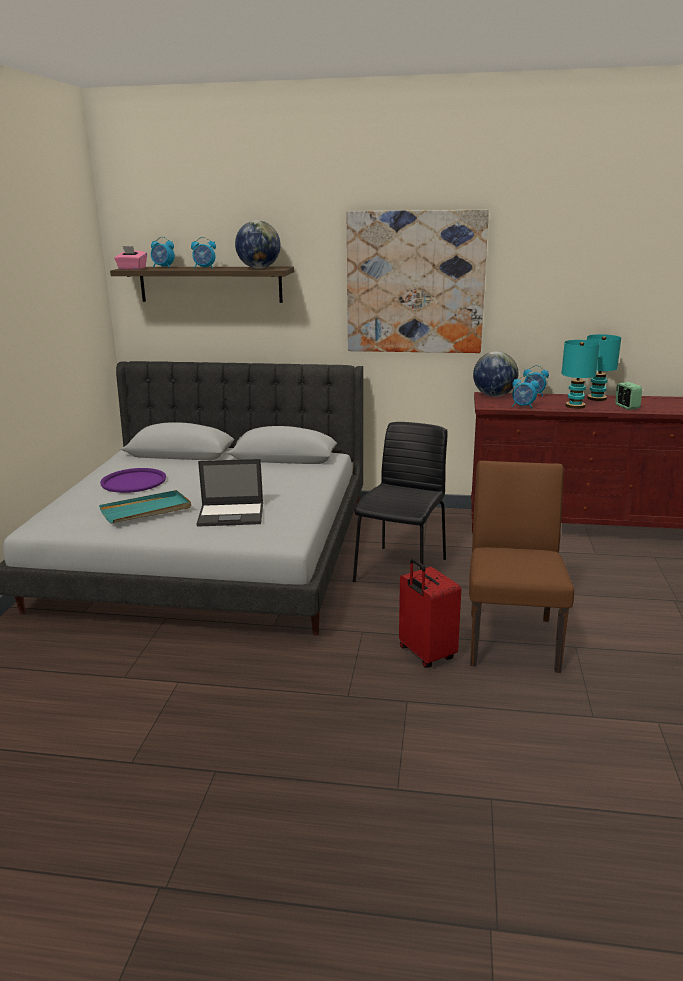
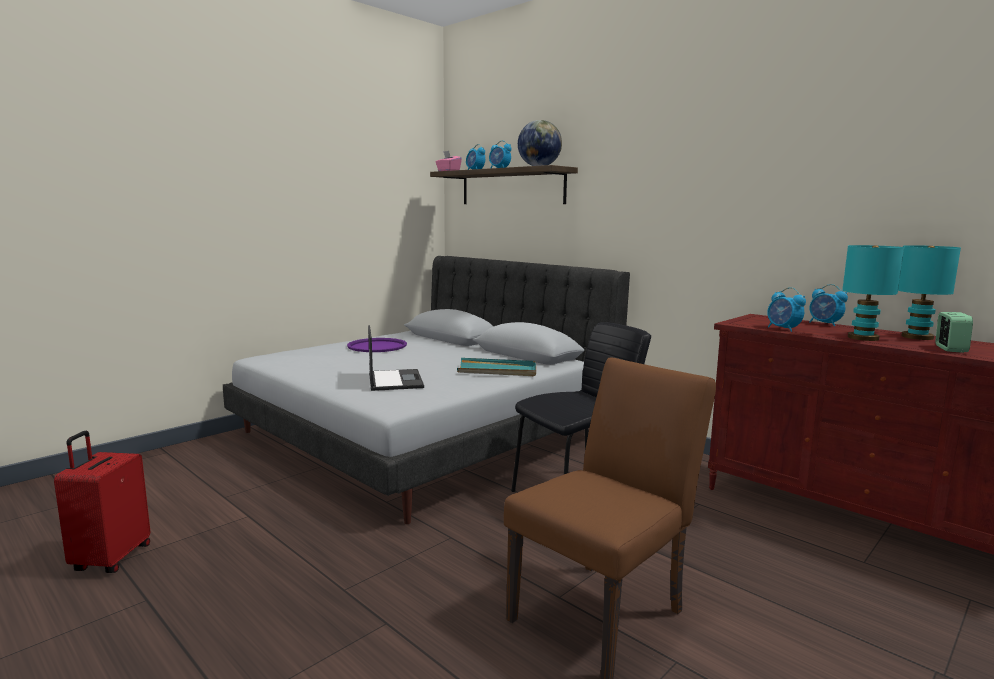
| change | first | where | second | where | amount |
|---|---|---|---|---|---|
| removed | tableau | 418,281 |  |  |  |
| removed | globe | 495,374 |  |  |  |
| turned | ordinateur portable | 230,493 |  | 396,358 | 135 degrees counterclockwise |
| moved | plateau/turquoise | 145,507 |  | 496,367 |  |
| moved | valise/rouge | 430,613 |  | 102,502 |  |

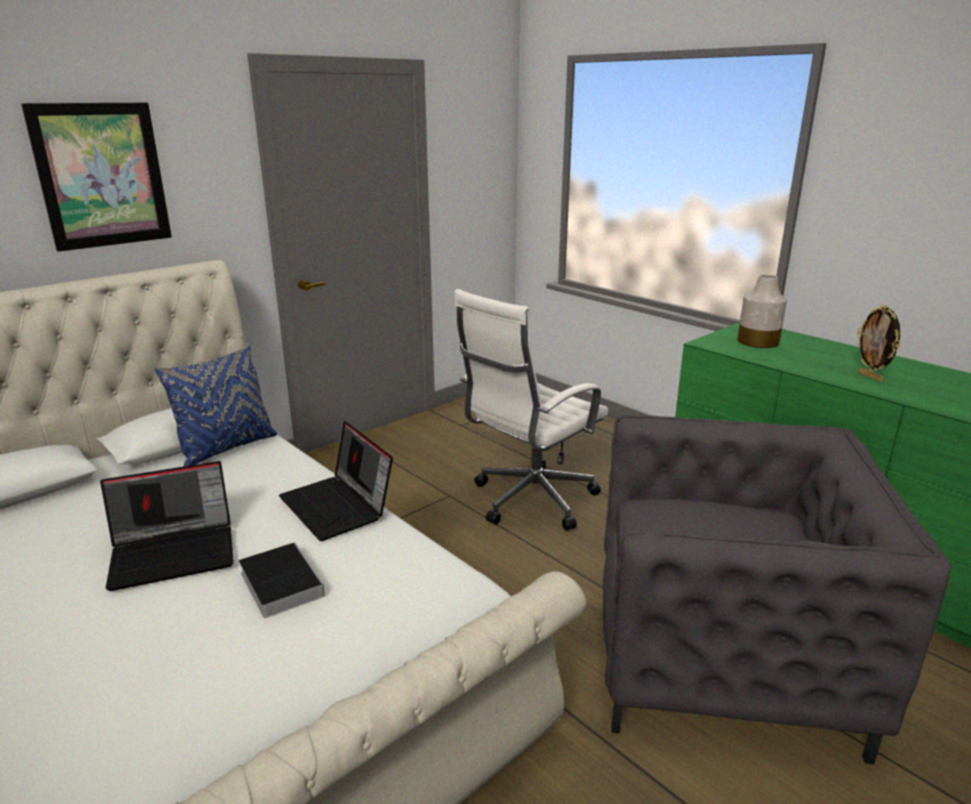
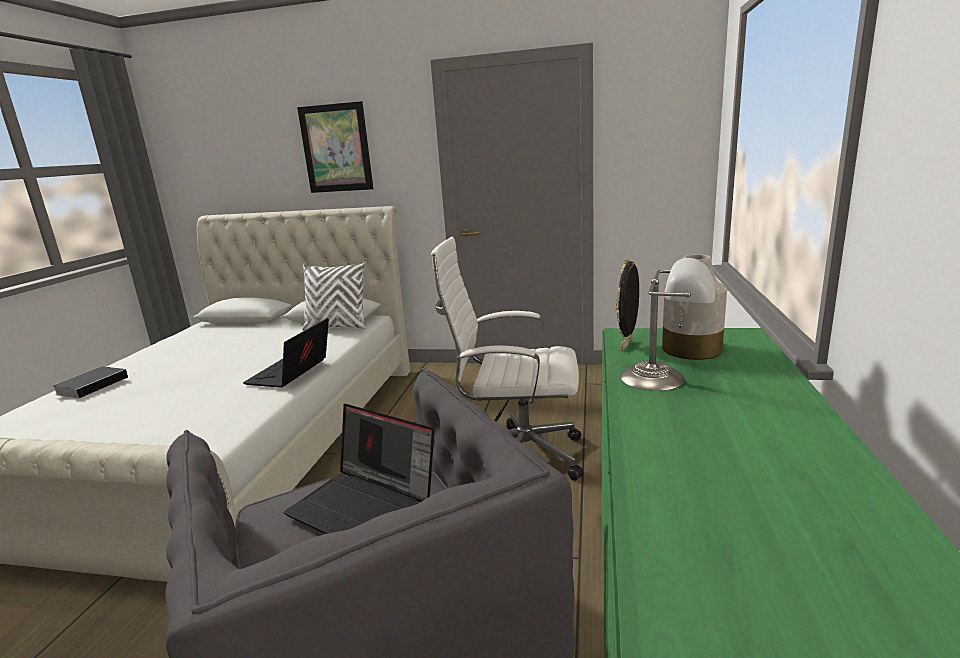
| change | first | where | second | where | amount |
|---|---|---|---|---|---|
| moved | cadre photo | 878,343 |  | 627,304 |  |
| recoloured | coussin/bleu | 216,406 | coussin/blanc | 334,297 |  |
| moved | ordinateur portable | 167,526 |  | 358,469 |  |
| moved | livre | 282,580 |  | 94,382 |  |
| added |  |  | lampe de table/blanc | 667,324 |  |

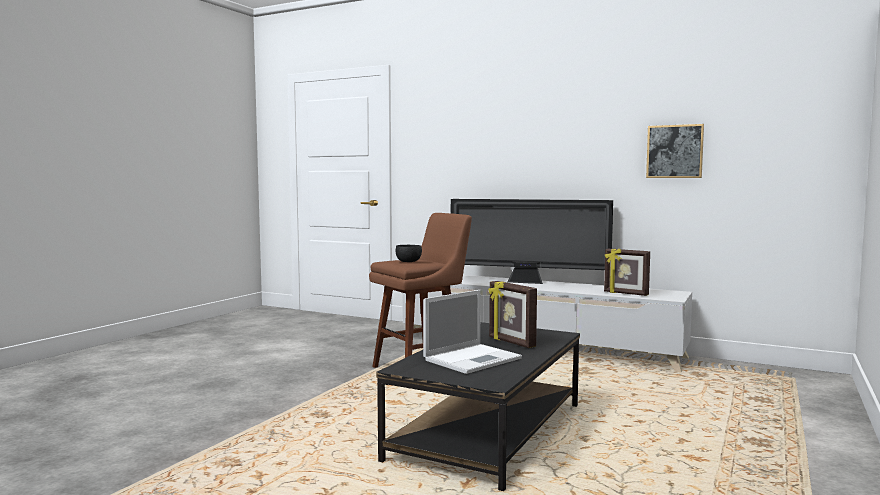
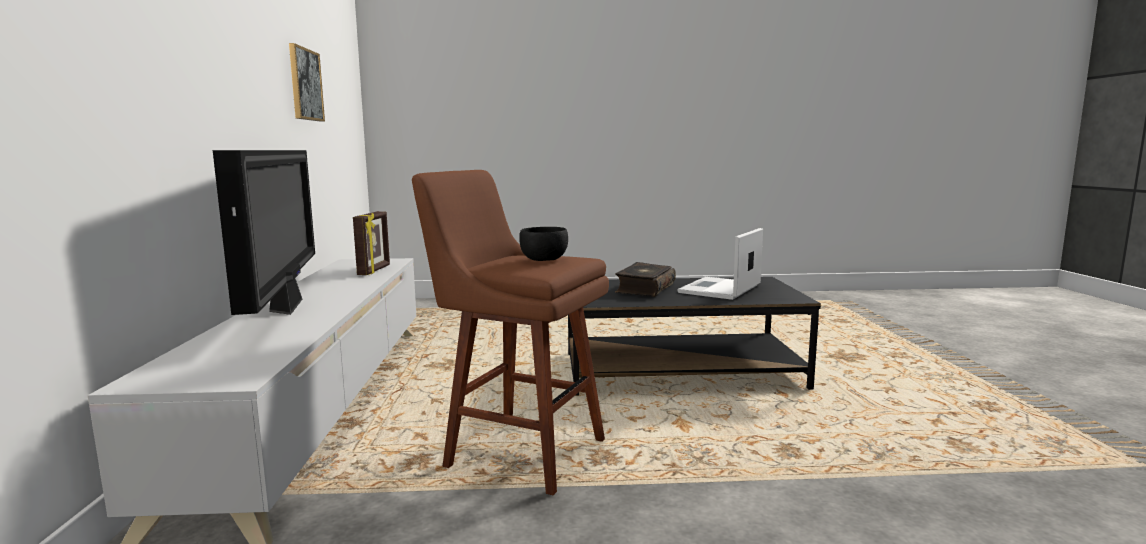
| change | first | where | second | where | amount |
|---|---|---|---|---|---|
| replaced | cadre photo | 512,314 | livre | 645,279 |  |
| turned | ordinateur portable | 472,332 |  | 720,264 | 75 degrees counterclockwise |

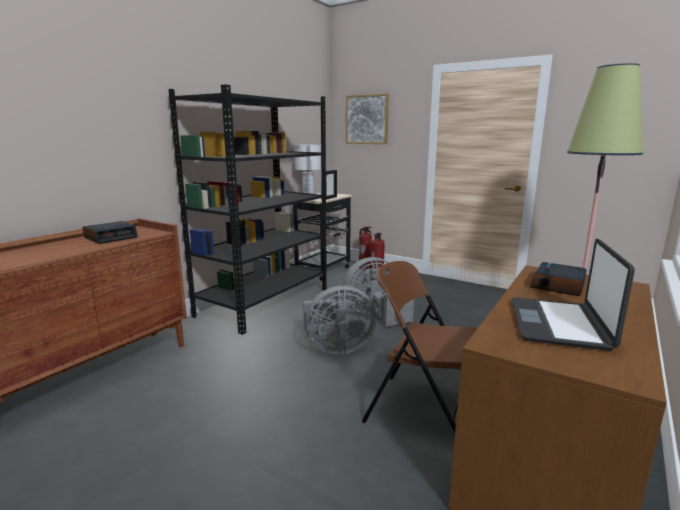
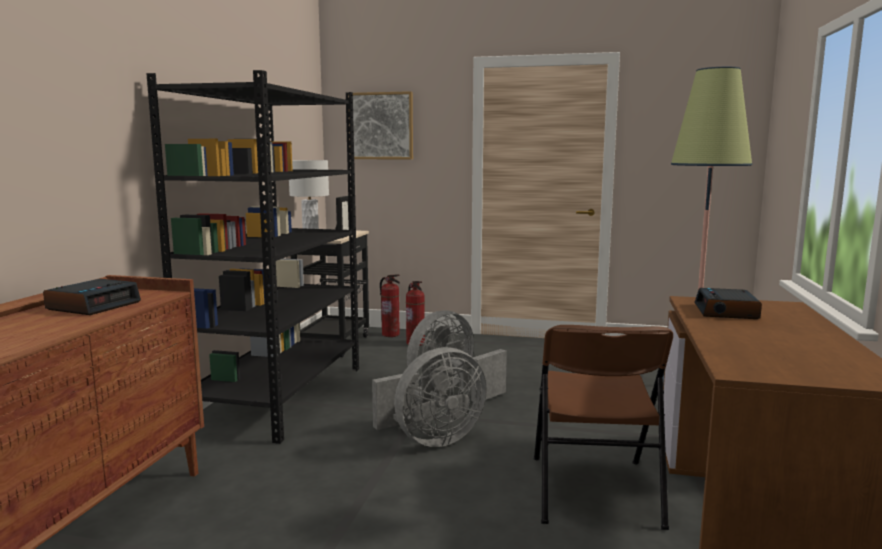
| change | first | where | second | where | amount |
|---|---|---|---|---|---|
| removed | ordinateur portable | 573,295 |  |  |  |
| turned | chaise/marron | 419,346 |  | 603,427 | 90 degrees counterclockwise |

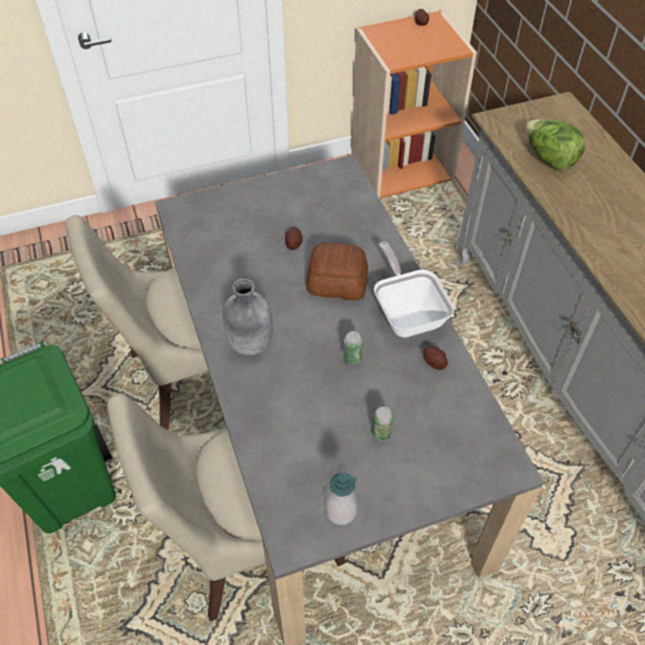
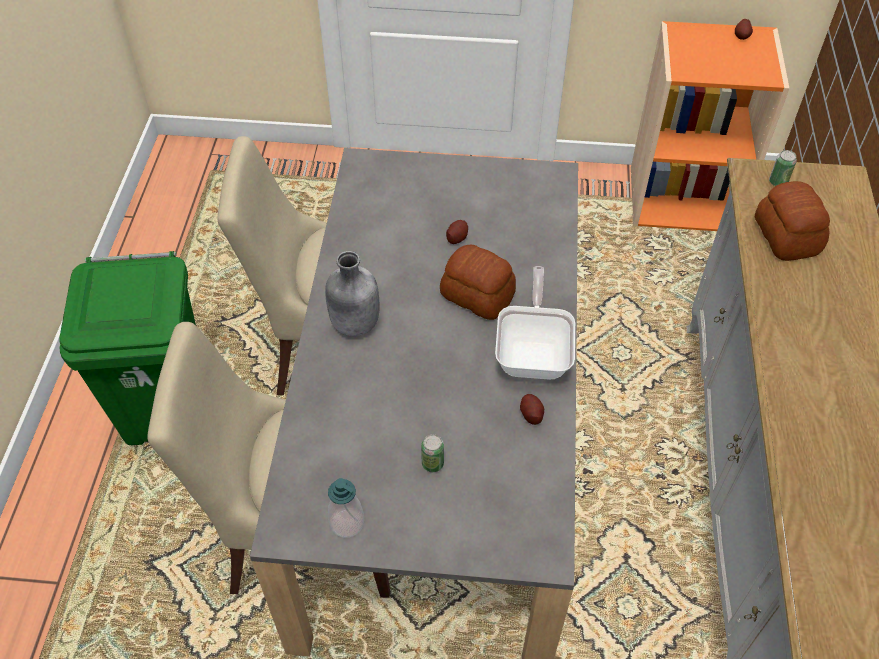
| change | first | where | second | where | amount |
|---|---|---|---|---|---|
| replaced | laitue | 555,144 | pain | 792,221 |  |
| moved | boîte métallique | 353,347 |  | 783,168 |  |

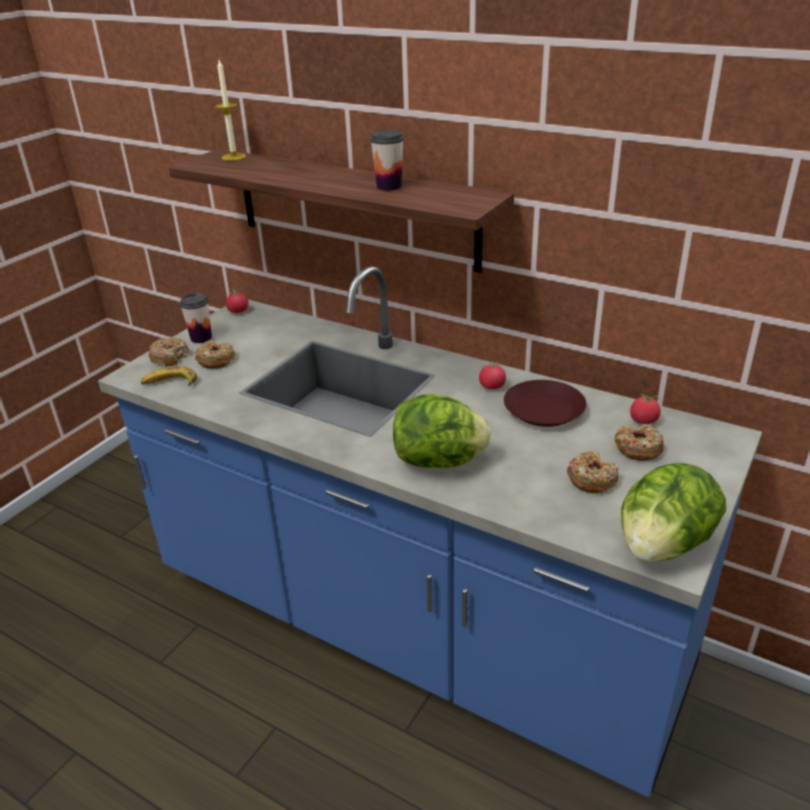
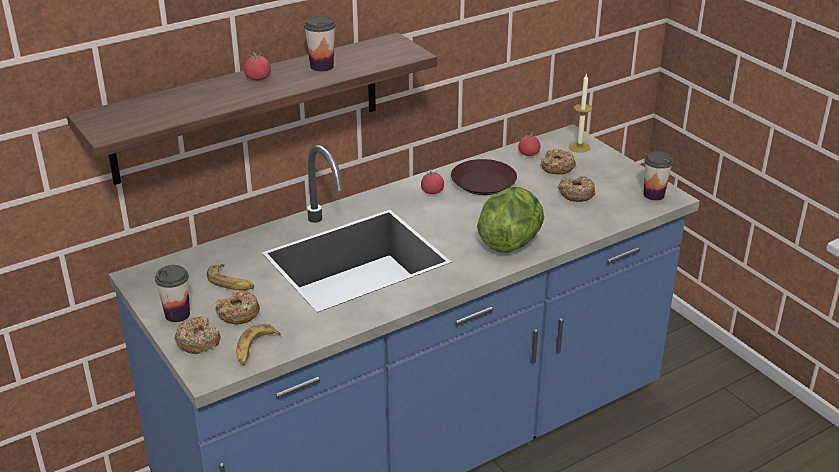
| change | first | where | second | where | amount |
|---|---|---|---|---|---|
| moved | bougie | 230,110 |  | 581,113 |  |
| moved | tomate | 237,300 |  | 257,66 |  |
| replaced | laitue | 673,512 | tasse | 658,176 |  |
| added |  |  | banane | 230,277 |  |

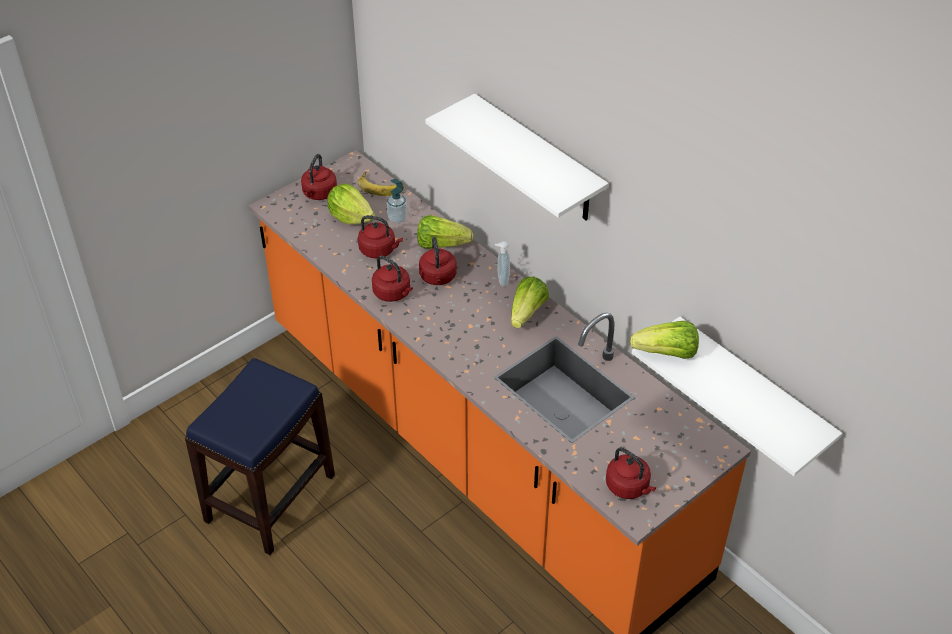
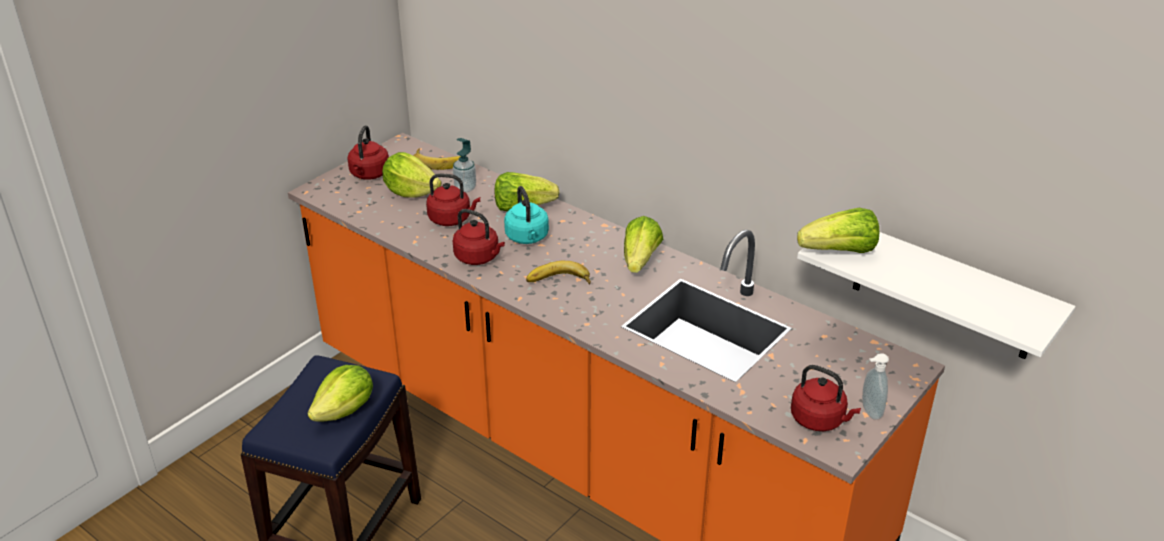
| change | first | where | second | where | amount |
|---|---|---|---|---|---|
| removed | étagère/blanc | 516,157 |  |  |  |
| recoloured | bouilloire/rouge | 438,260 | bouilloire/turquoise | 526,215 |  |
| moved | distributeur de savon | 502,263 |  | 875,386 |  |
| added |  |  | banane | 558,273 |  |
| added |  |  | laitue | 340,393 |  |

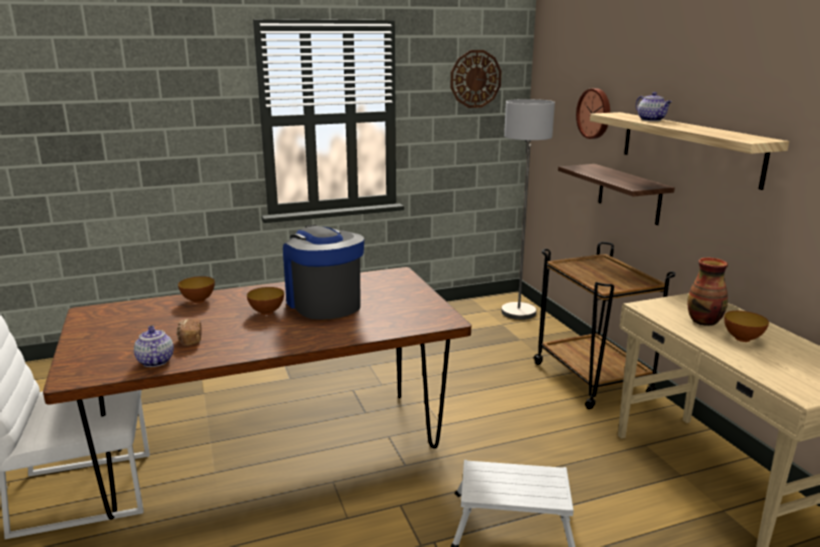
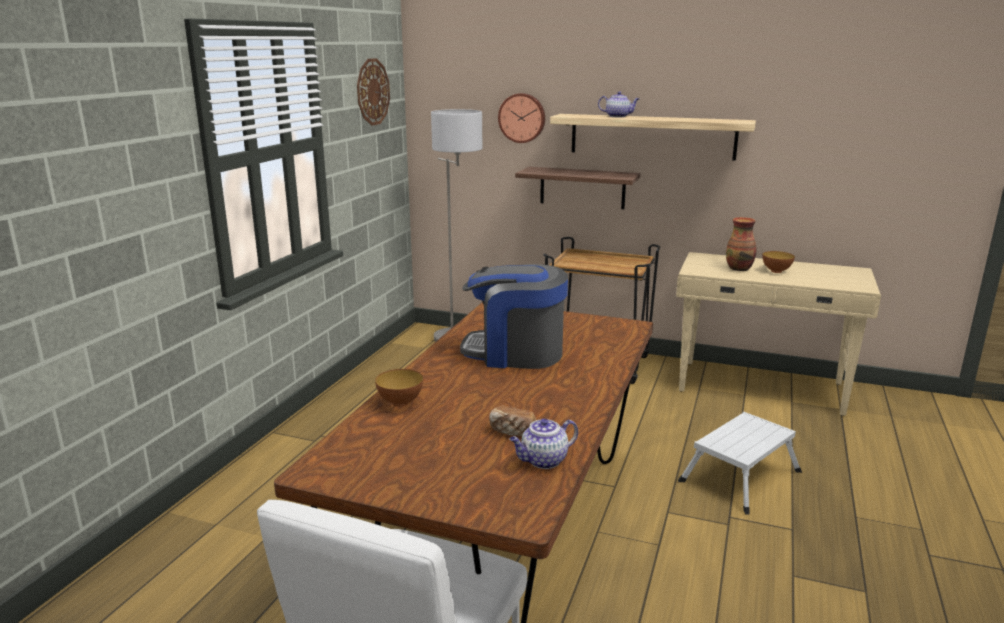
| change | first | where | second | where | amount |
|---|---|---|---|---|---|
| removed | bol | 265,301 |  |  |  |
| turned | théière | 154,346 |  | 544,443 | 45 degrees counterclockwise |

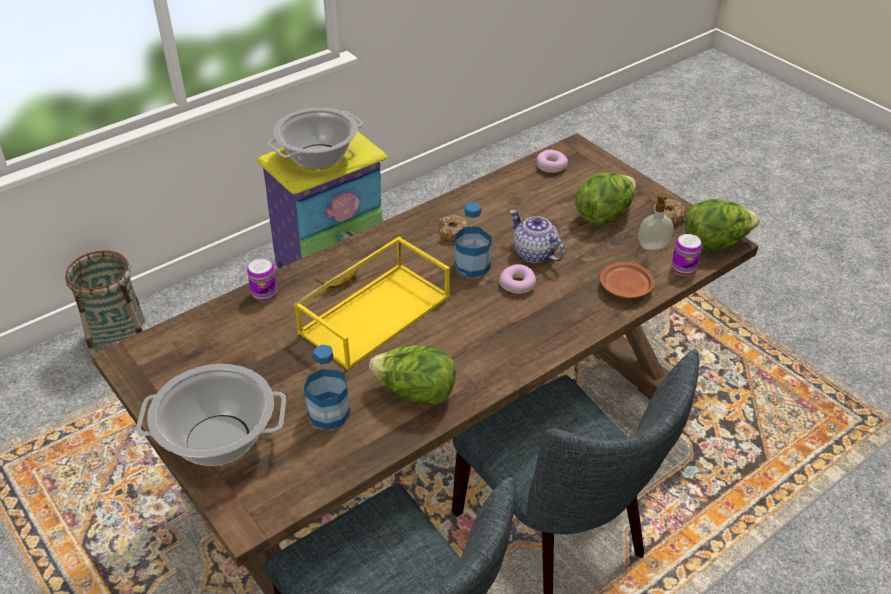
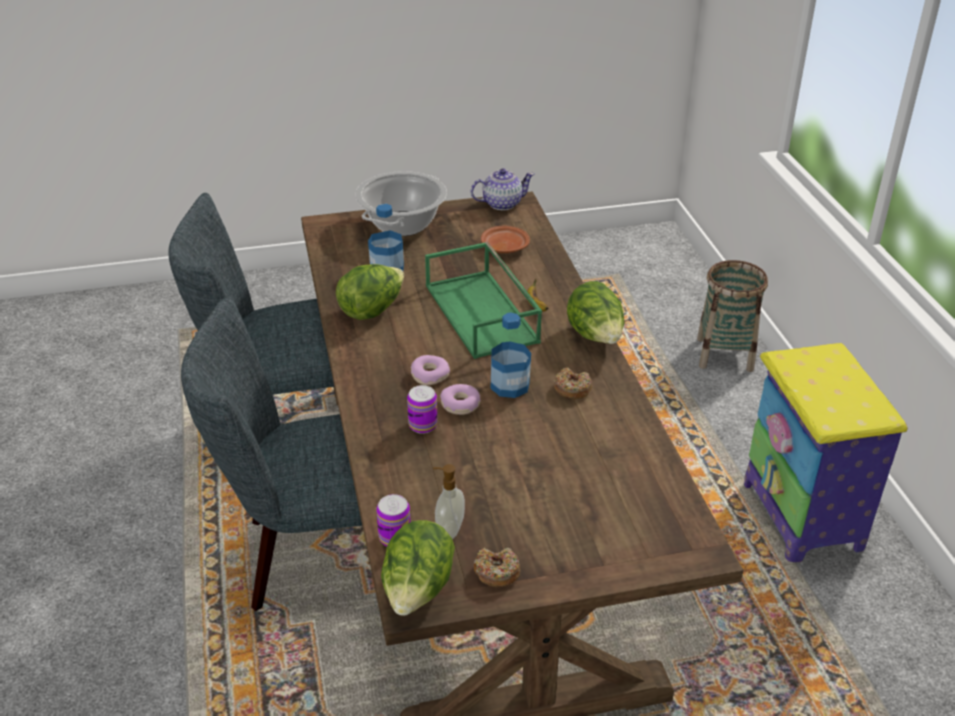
| change | first | where | second | where | amount |
|---|---|---|---|---|---|
| removed | marmite | 315,139 |  |  |  |
| moved | beignet | 552,161 |  | 430,370 |  |
| moved | laitue | 605,199 |  | 595,312 |  |
| moved | théière | 537,236 |  | 502,189 |  |
| recoloured | plateau/jaune | 372,303 | plateau/vert | 483,300 |  |
| moved | boîte métallique | 262,280 |  | 422,409 |  |
| moved | assiette/marron | 627,280 |  | 505,239 |  |

